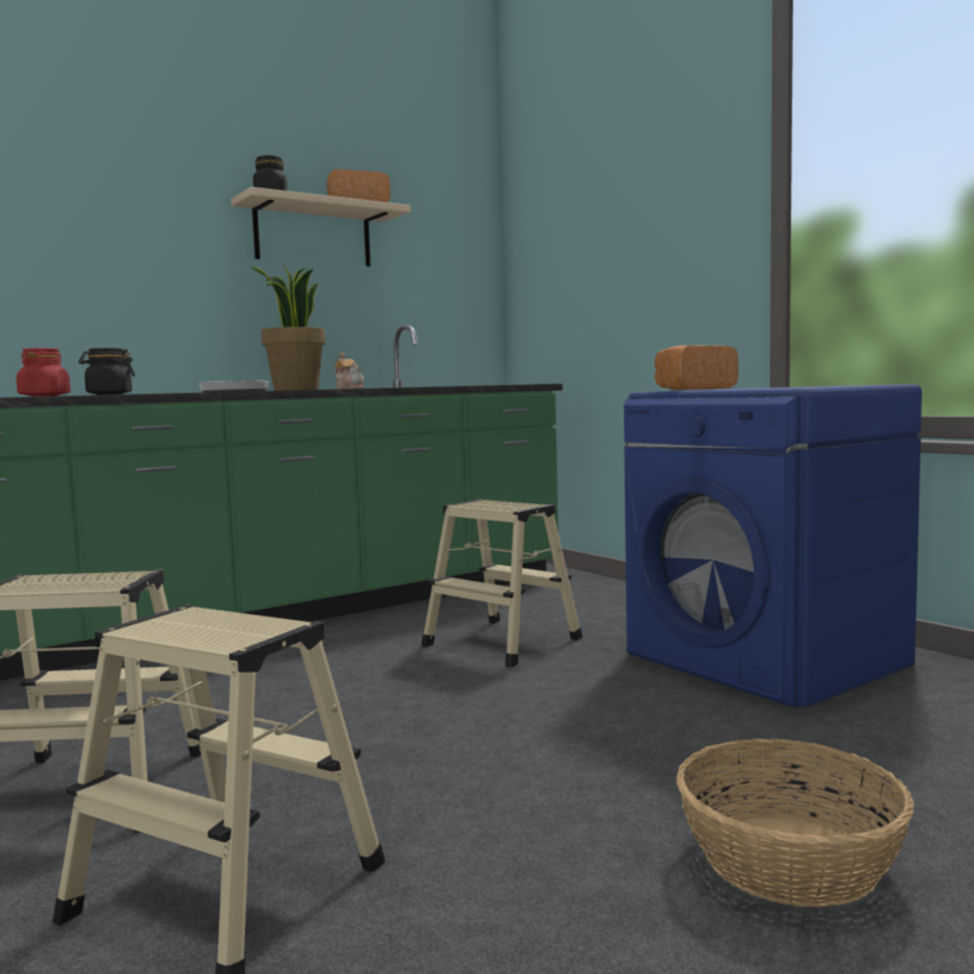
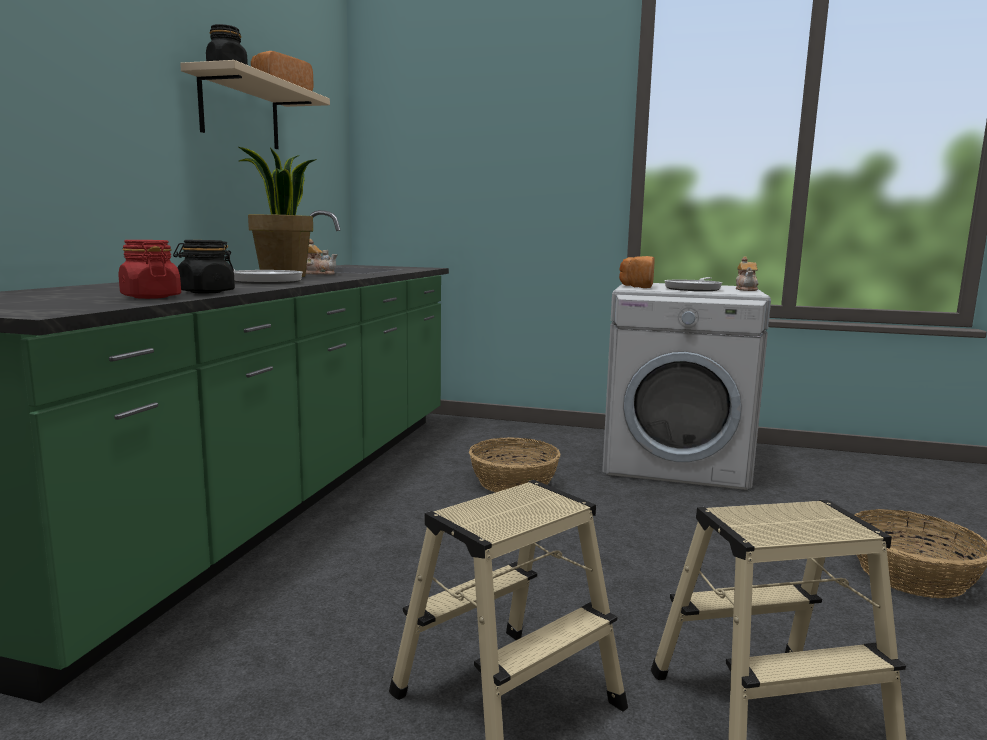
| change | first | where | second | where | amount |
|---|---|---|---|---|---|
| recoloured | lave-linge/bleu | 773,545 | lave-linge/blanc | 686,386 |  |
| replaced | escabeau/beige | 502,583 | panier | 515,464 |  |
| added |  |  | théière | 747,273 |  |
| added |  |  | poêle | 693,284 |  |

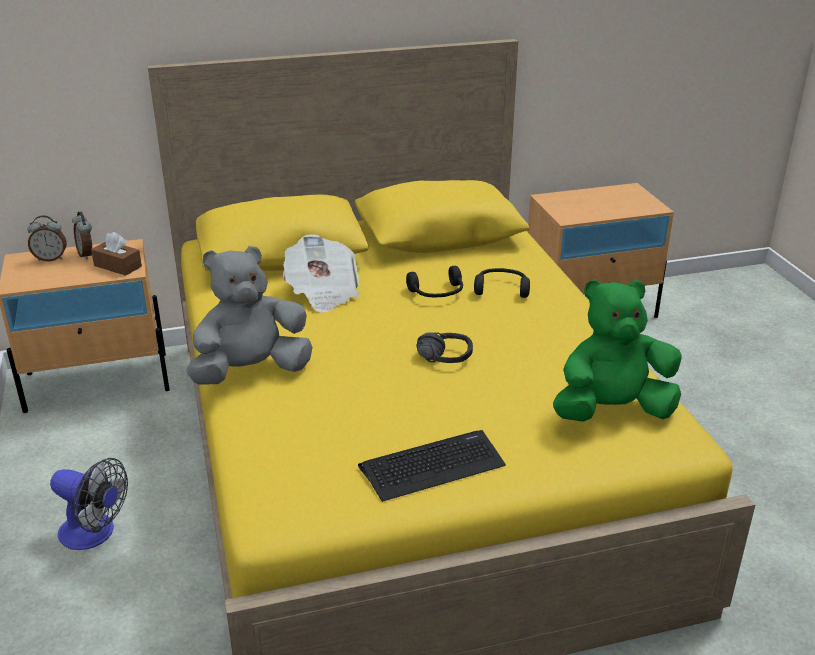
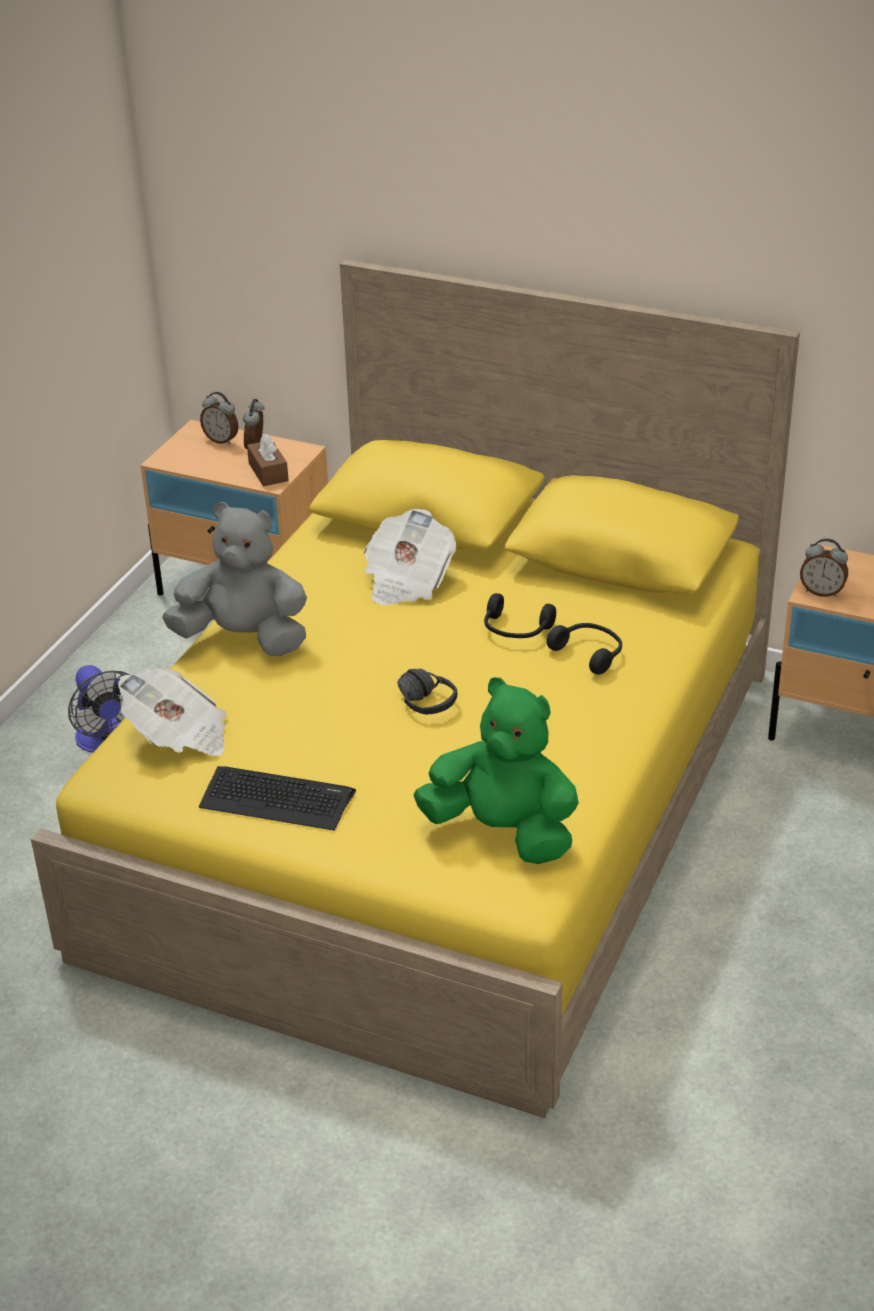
| change | first | where | second | where | amount |
|---|---|---|---|---|---|
| added |  |  | réveil | 824,567 |  |
| added |  |  | journal | 172,712 |  |

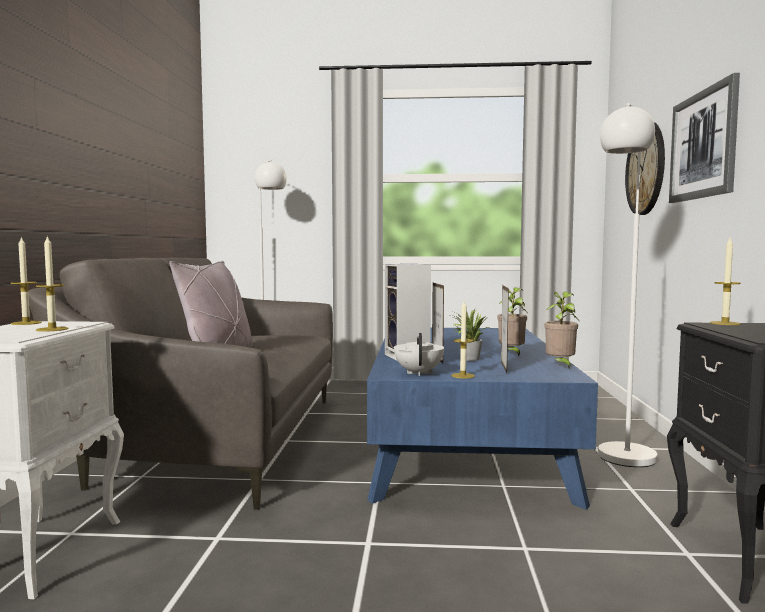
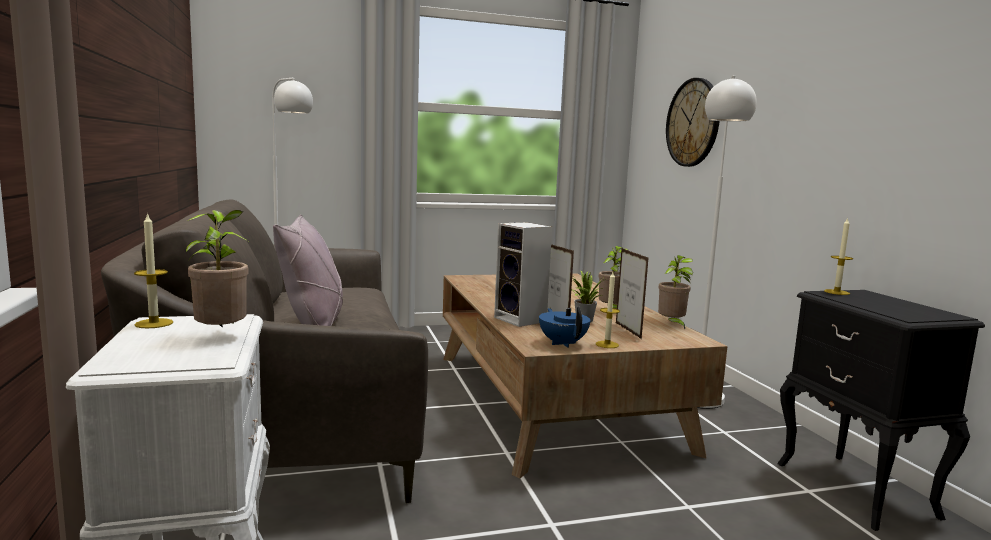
| change | first | where | second | where | amount |
|---|---|---|---|---|---|
| removed | tableau | 704,138 |  |  |  |
| replaced | bougie | 52,283 | plante en pot | 216,269 |  |
| recoloured | table basse/bleu | 482,419 | table basse/marron | 585,376 |  |
| recoloured | théière/blanc | 419,354 | théière/bleu | 565,327 |  |

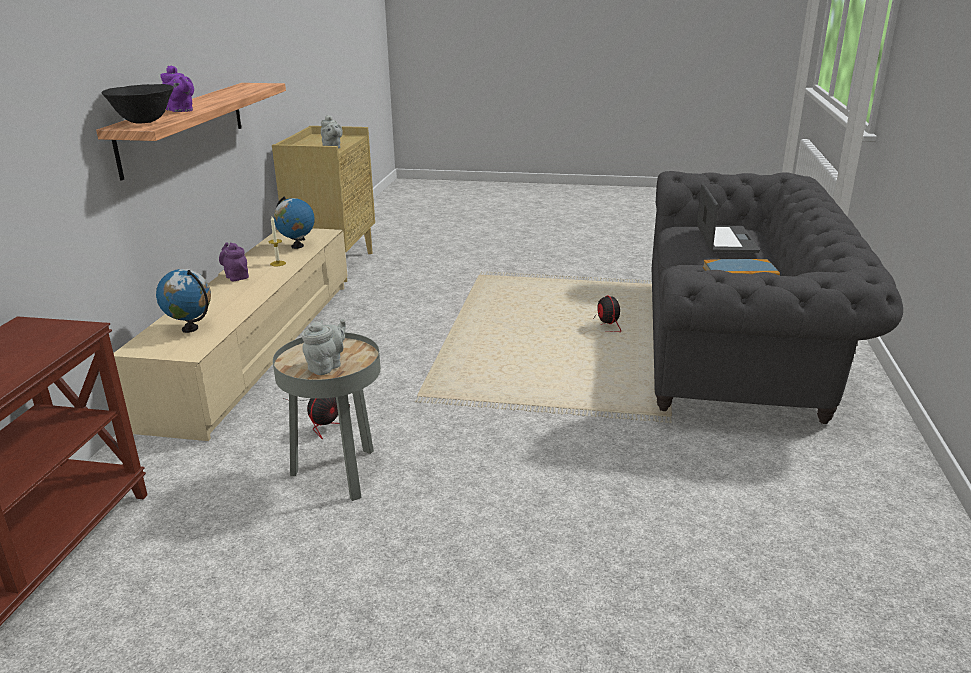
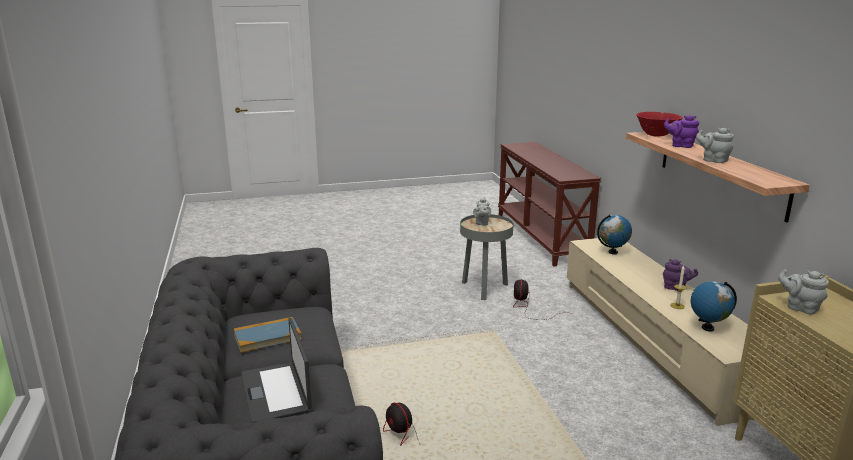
| change | first | where | second | where | amount |
|---|---|---|---|---|---|
| recoloured | bol/noir | 137,104 | bol/rouge | 659,124 |  |
| added |  |  | théière/gris | 715,145 |  |

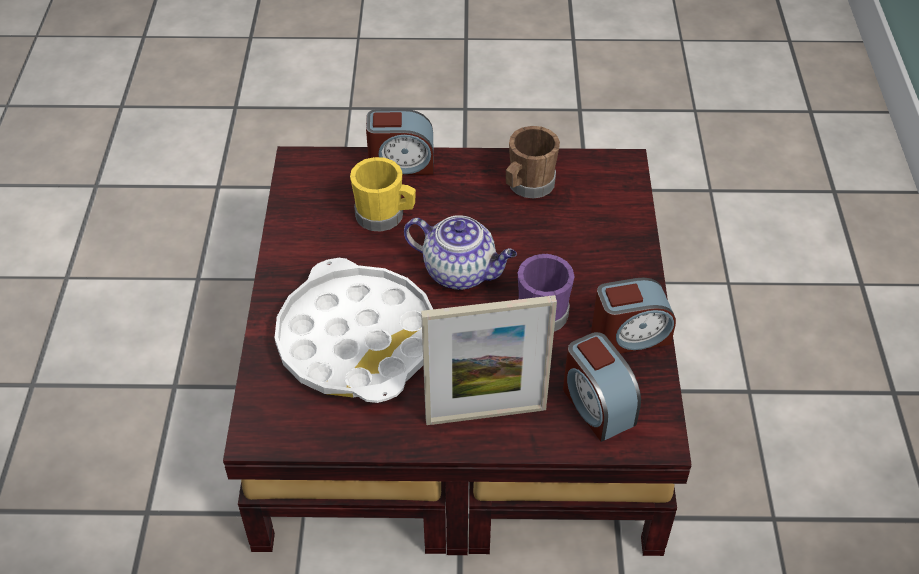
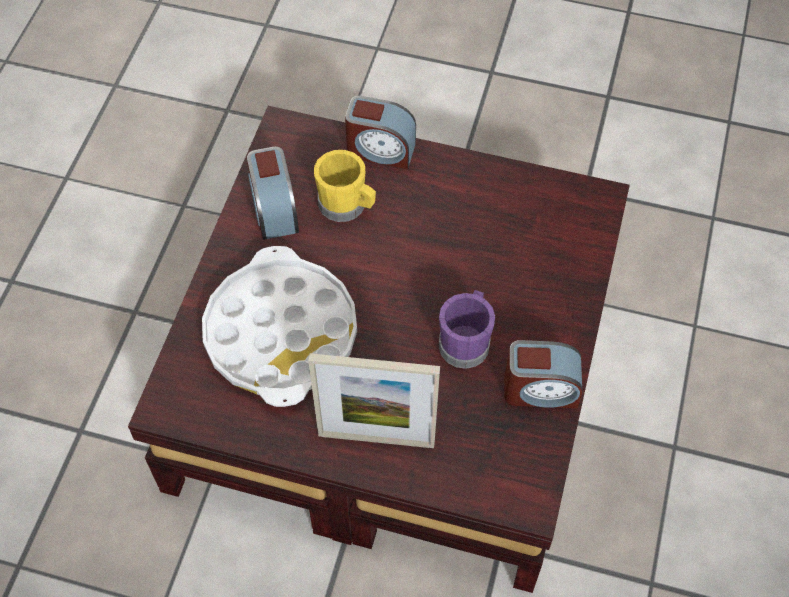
| change | first | where | second | where | amount |
|---|---|---|---|---|---|
| removed | mug/marron | 533,162 |  |  |  |
| removed | théière | 460,252 |  |  |  |
| moved | réveil | 602,387 |  | 273,193 |  |

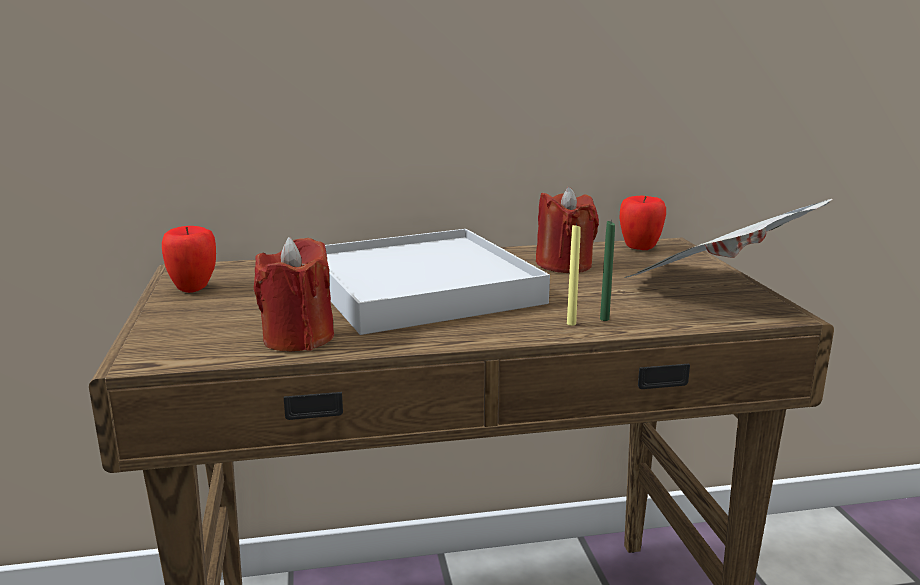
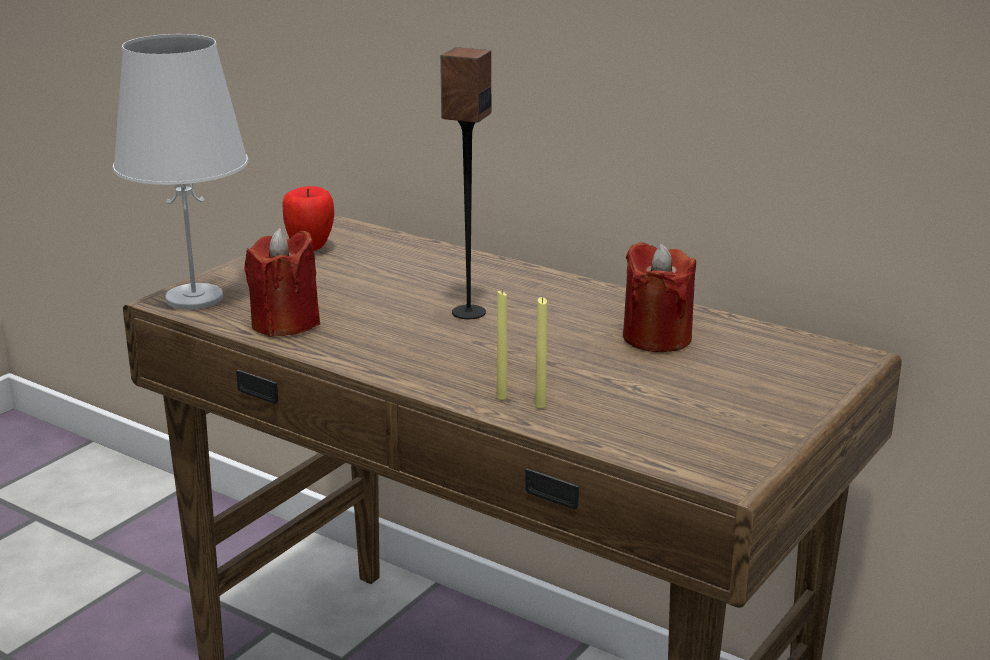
| change | first | where | second | where | amount |
|---|---|---|---|---|---|
| removed | pomme | 642,223 |  |  |  |
| removed | journal | 728,238 |  |  |  |
| recoloured | bougie/vert | 607,270 | bougie/jaune | 541,352 |  |
| replaced | plateau/blanc | 437,282 | enceinte | 465,183 |  |
| added |  |  | lampe de table/blanc | 180,172 |  |

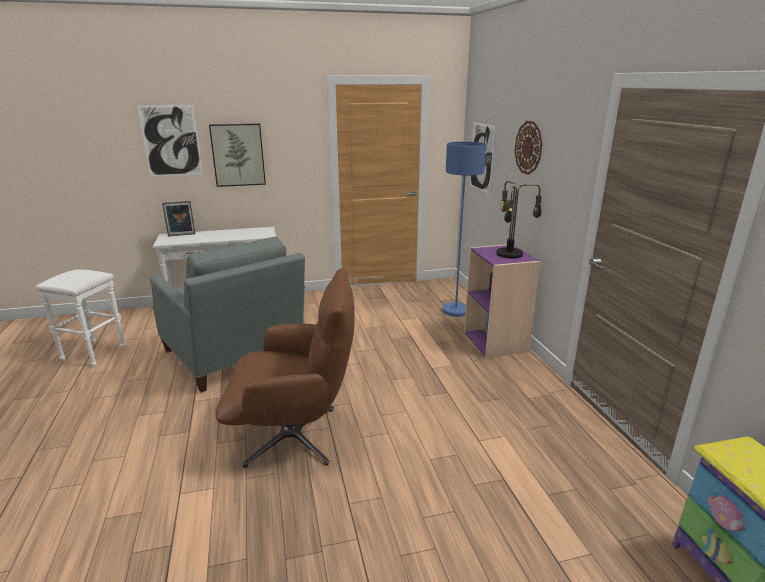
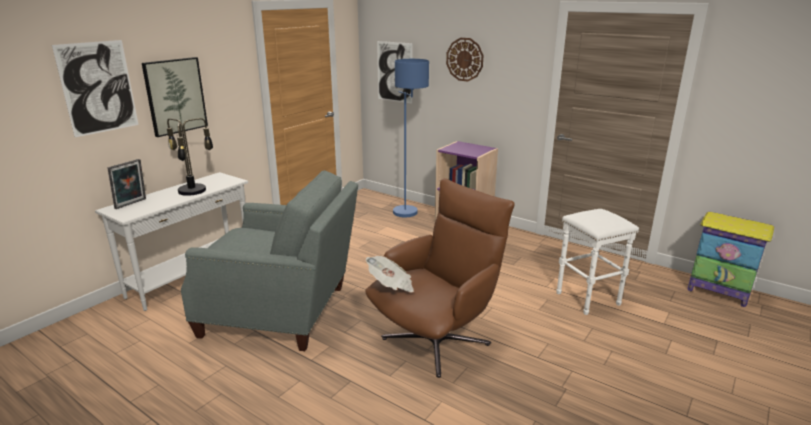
| change | first | where | second | where | amount |
|---|---|---|---|---|---|
| moved | lampe de table | 519,220 |  | 190,157 |  |
| moved | tabouret/blanc | 81,318 |  | 597,262 |  |
| added |  |  | journal | 390,274 |  |

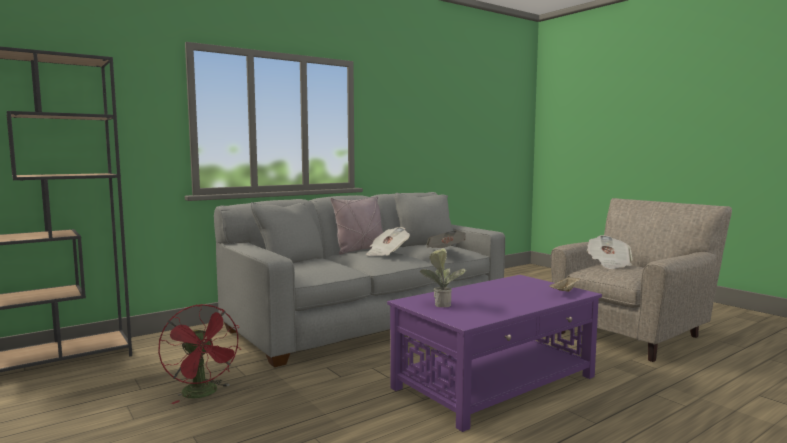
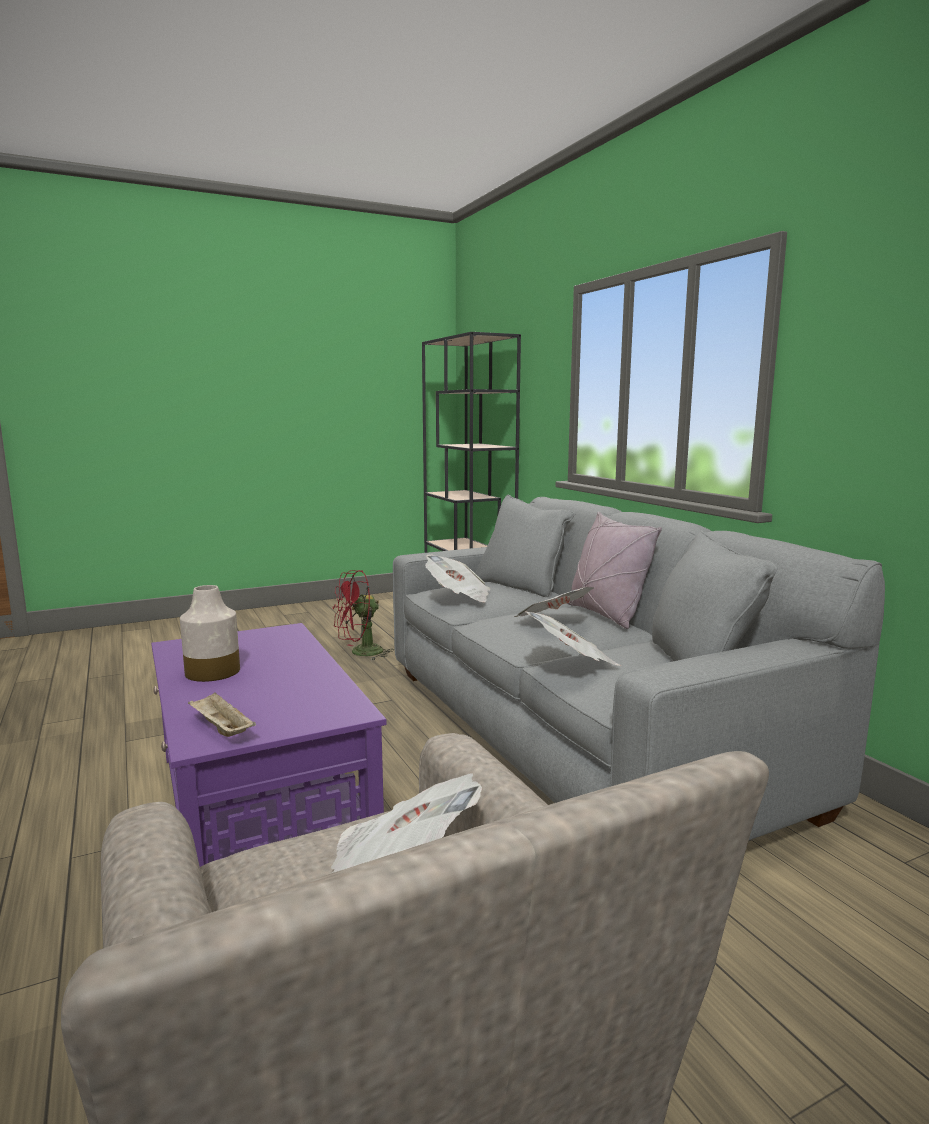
| change | first | where | second | where | amount |
|---|---|---|---|---|---|
| removed | plante en pot | 443,277 |  |  |  |
| added |  |  | journal | 457,578 |  |
| added |  |  | vase/beige | 210,633 |  |

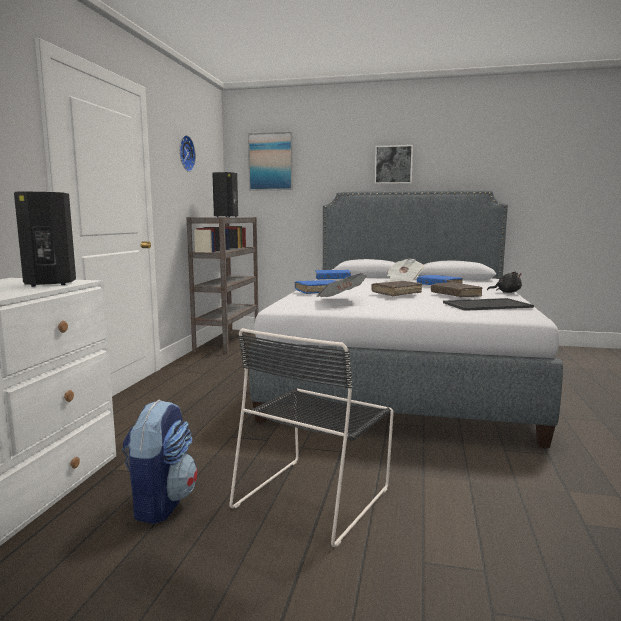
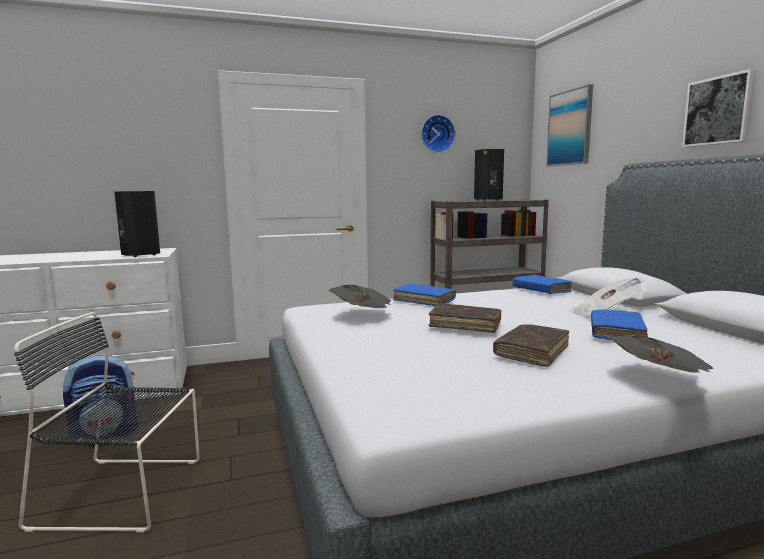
| change | first | where | second | where | amount |
|---|---|---|---|---|---|
| replaced | peluche/noir | 504,282 | journal | 660,354 |  |
| removed | plateau | 488,304 |  |  |  |

